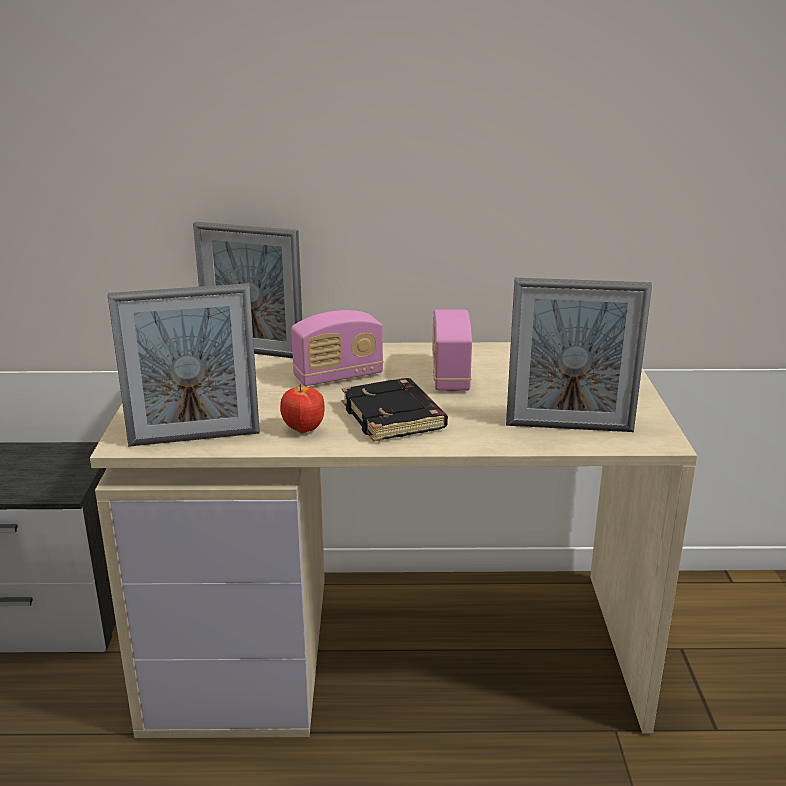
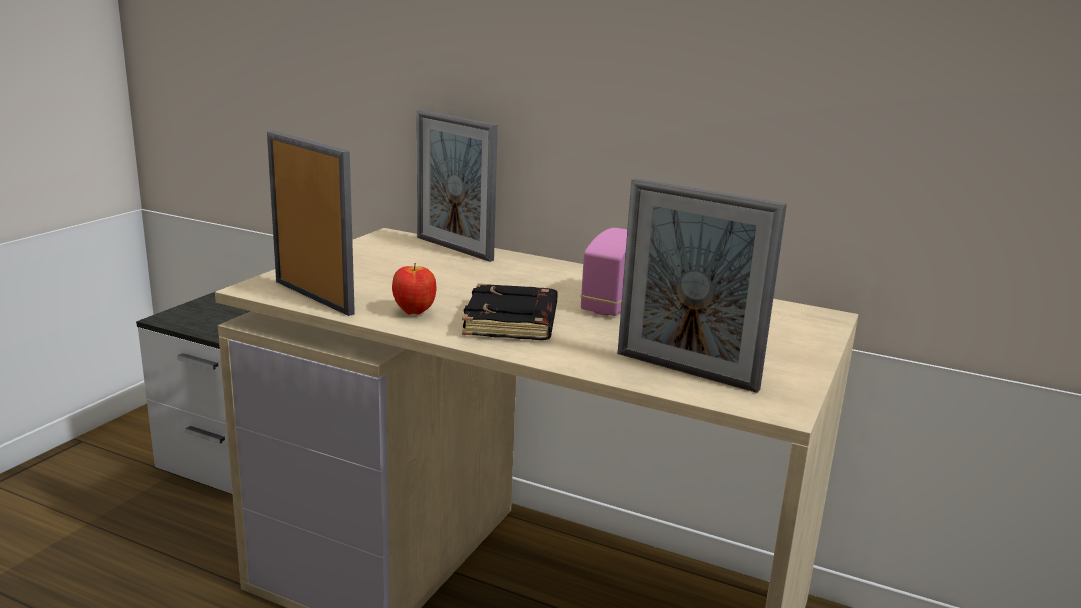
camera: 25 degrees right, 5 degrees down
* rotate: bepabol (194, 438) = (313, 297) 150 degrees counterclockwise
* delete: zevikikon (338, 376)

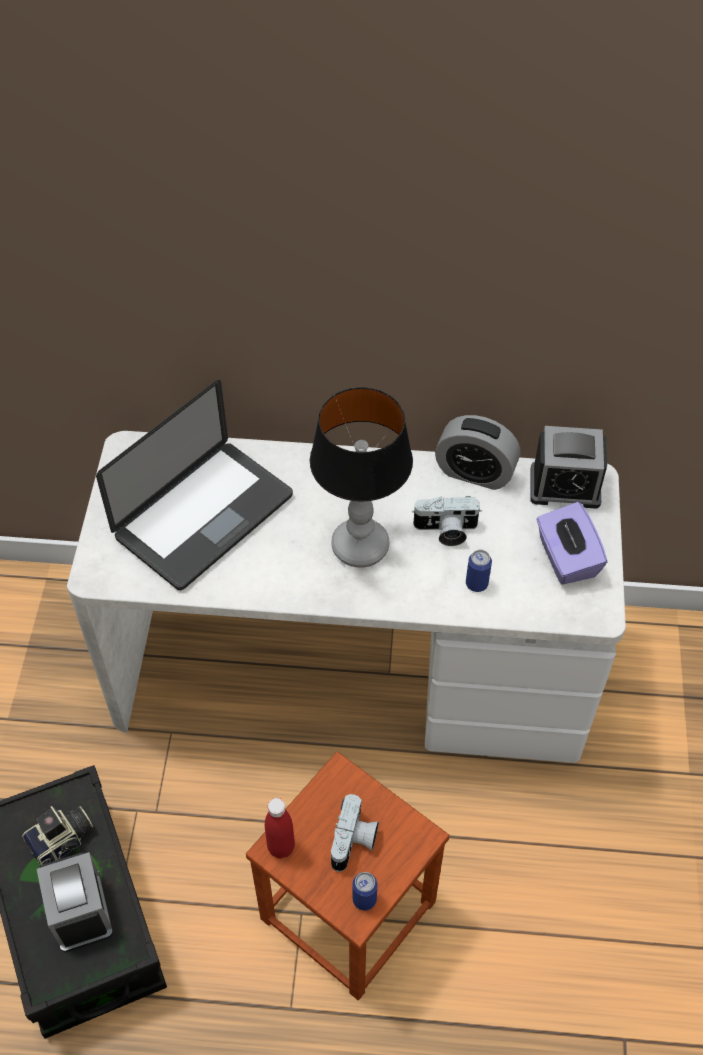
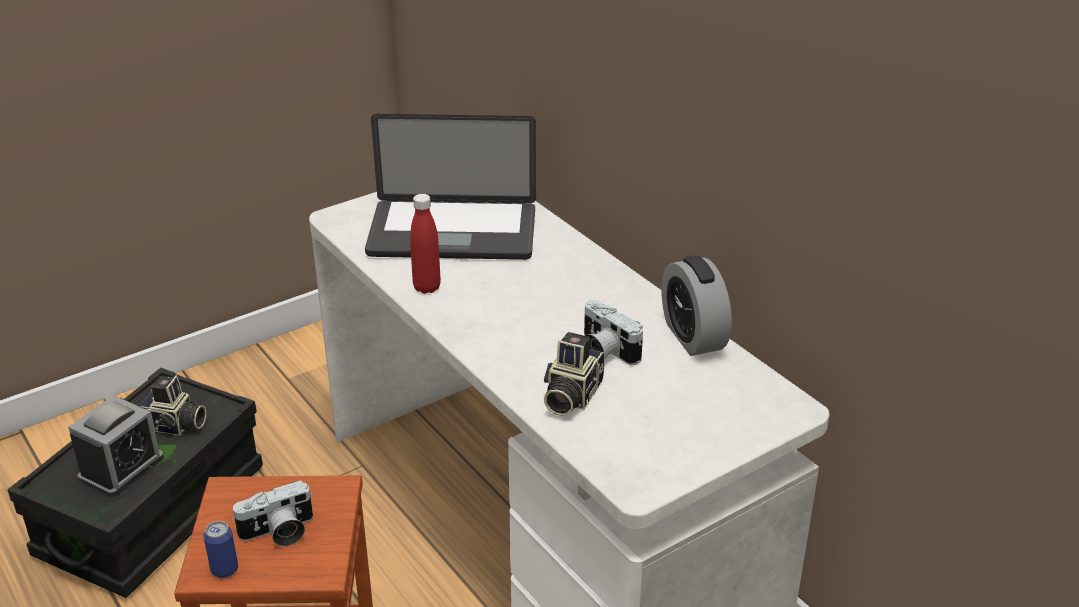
camera: 50 degrees right, 20 degrees down
* move: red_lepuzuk (281, 847) to (427, 287)
* delete: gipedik (359, 546)
* replace: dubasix (476, 584) to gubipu (570, 395)
* delete: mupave (565, 486)
* delete: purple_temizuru (566, 558)

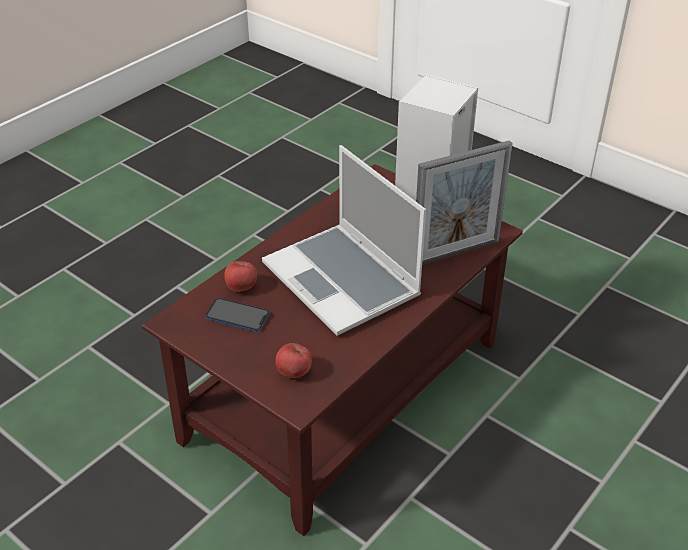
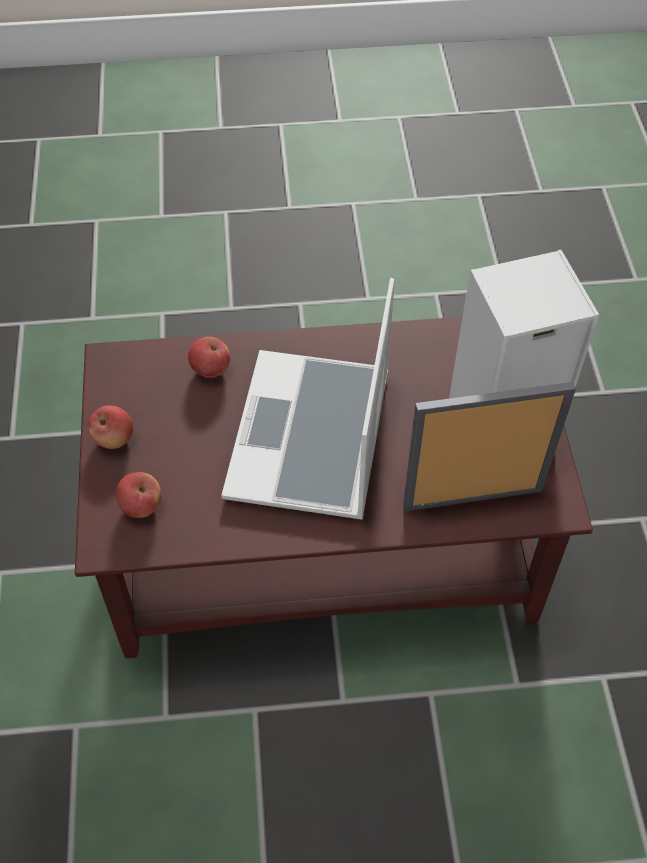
camera: 45 degrees right, 15 degrees up
* delete: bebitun (237, 316)
* rotate: bepabol (456, 252) = (472, 498) 150 degrees clockwise
* insert: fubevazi (114, 439)

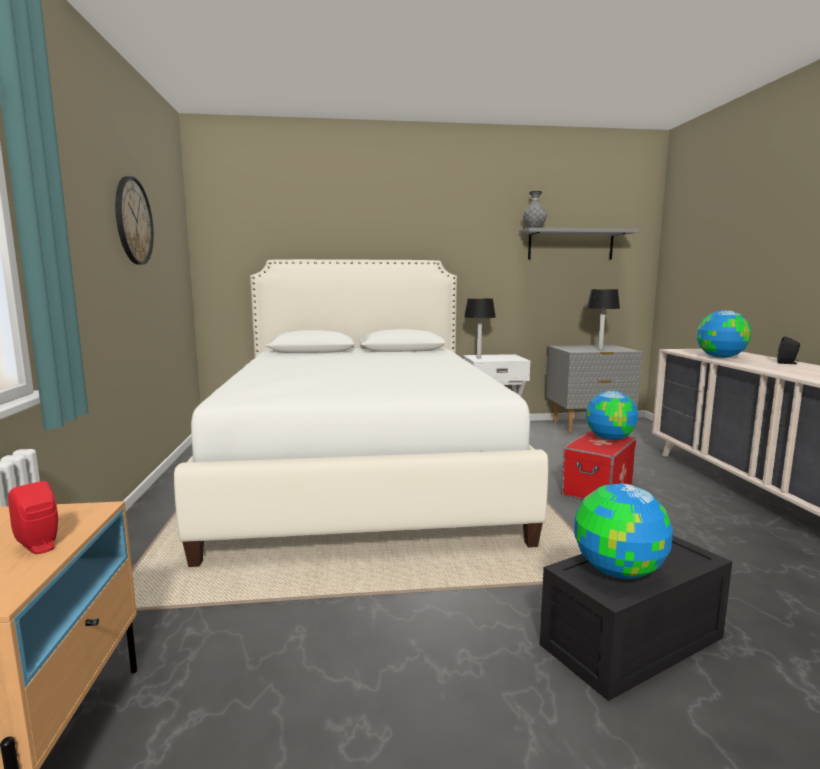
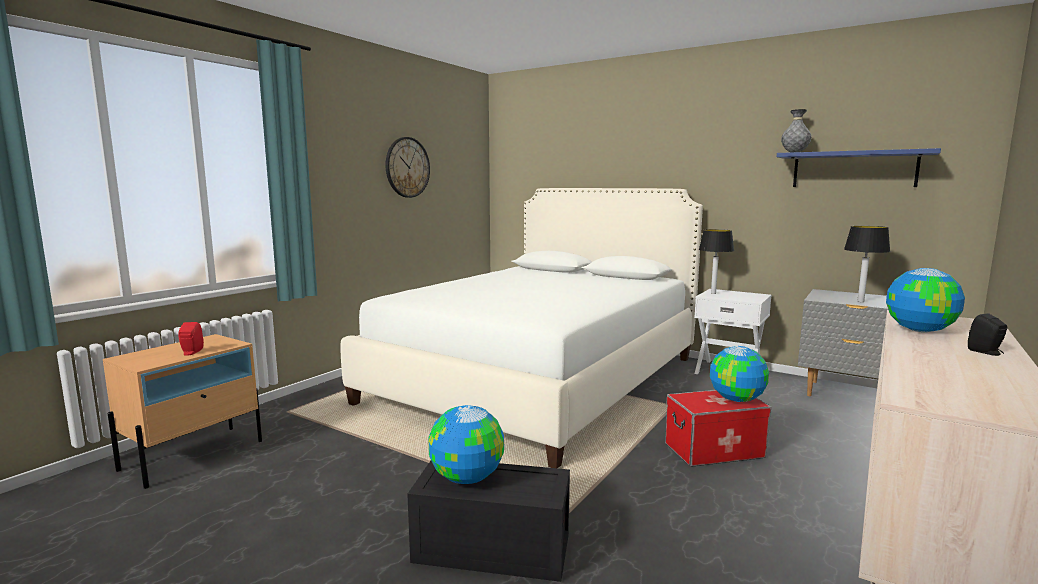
camera: 40 degrees right, 0 degrees up
* recolor: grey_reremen (570, 245) to blue_reremen (853, 169)

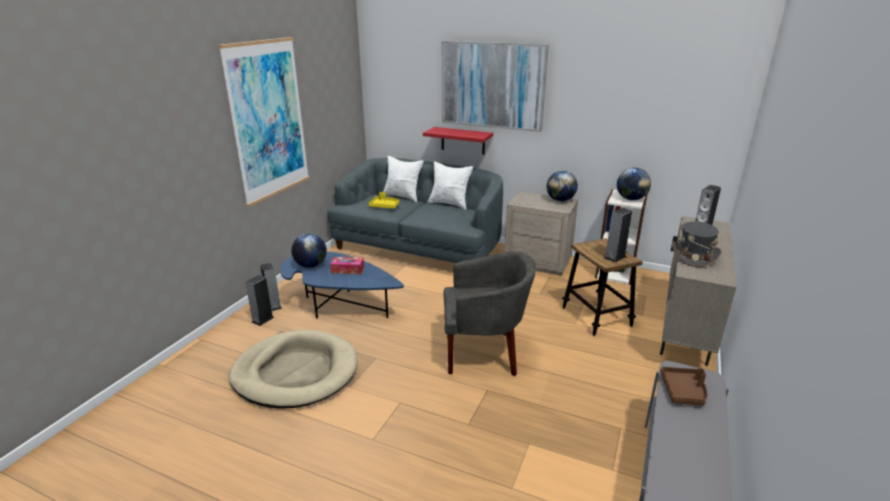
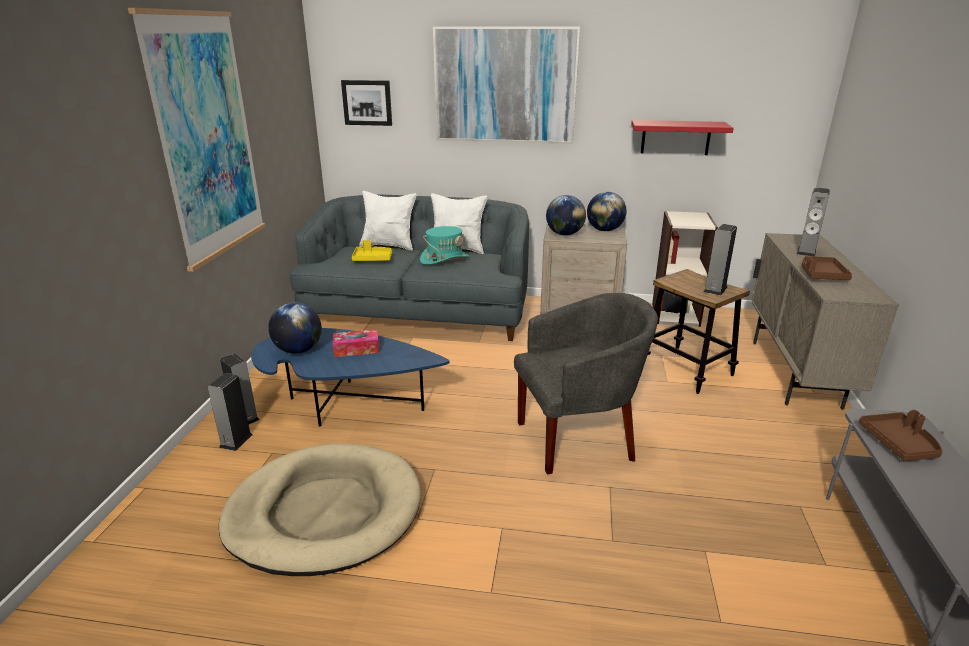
camera: 15 degrees left, 0 degrees up
* move: red_reremen (463, 140) to (675, 137)
* move: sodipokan (631, 199) to (564, 234)
* replace: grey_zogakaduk (694, 256) to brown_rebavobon (821, 275)
* insert: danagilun (367, 102)
* insert: turquoise_zogakaduk (444, 259)

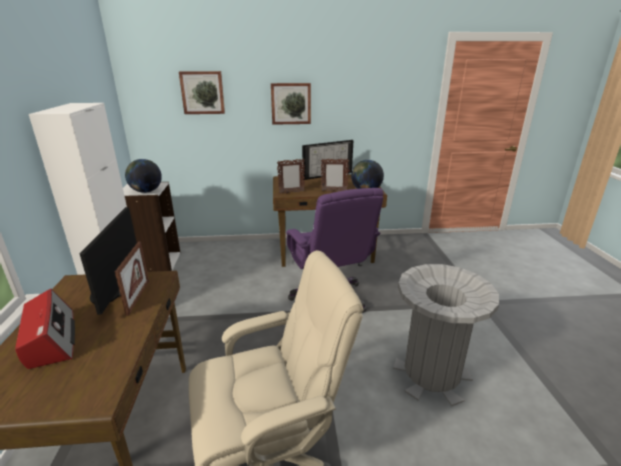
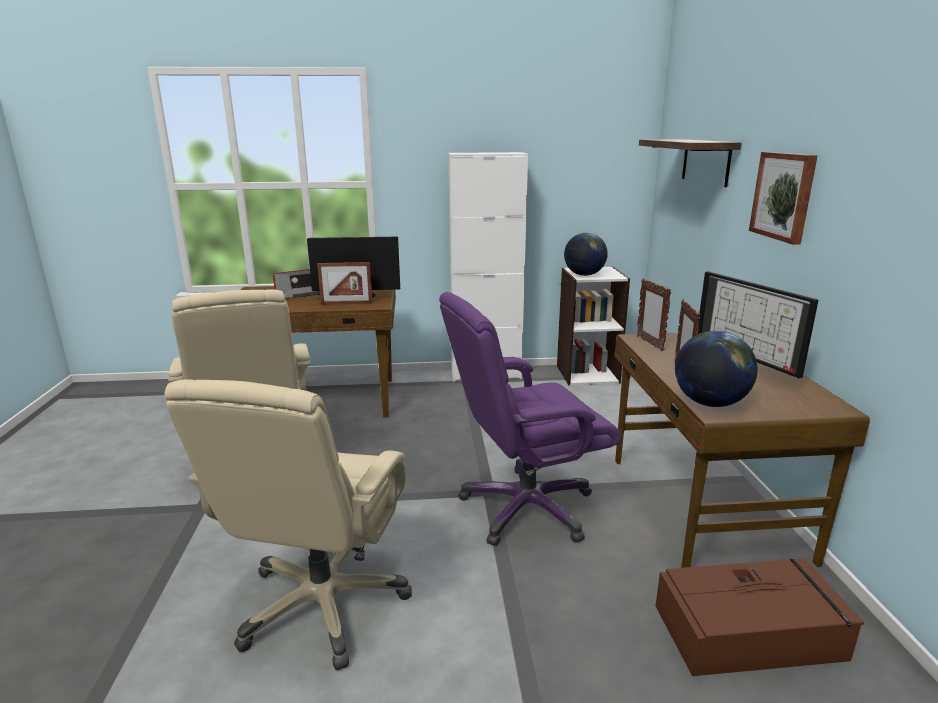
camera: 90 degrees right, 5 degrees down
* replace: danagilun (202, 92) to reremen (706, 161)
* replace: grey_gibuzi (431, 375) to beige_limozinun (323, 604)
* insert: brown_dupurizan (750, 632)

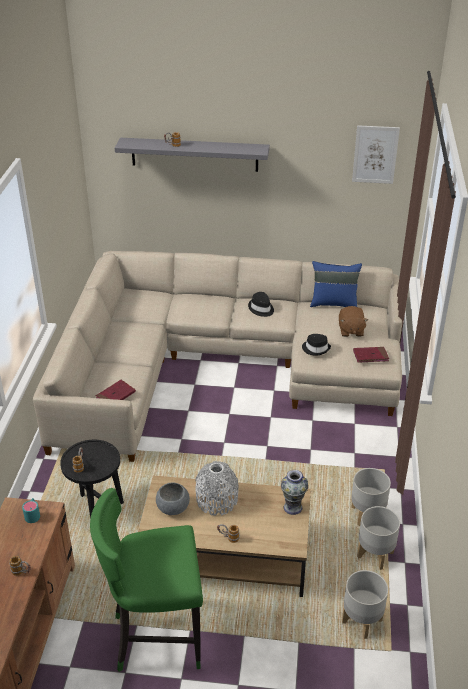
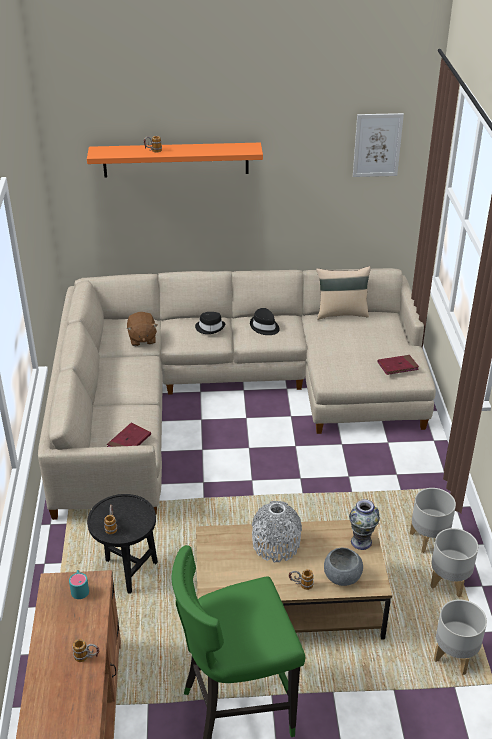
camera: 10 degrees left, 0 degrees up
* recolor: grey_reremen (194, 154) to orange_reremen (176, 160)
* move: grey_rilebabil (172, 507) to (342, 576)
* move: black_zogakaduk (316, 348) to (210, 327)
* recolor: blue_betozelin (333, 303) to beige_betozelin (341, 313)
* move: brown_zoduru (350, 330) to (142, 339)

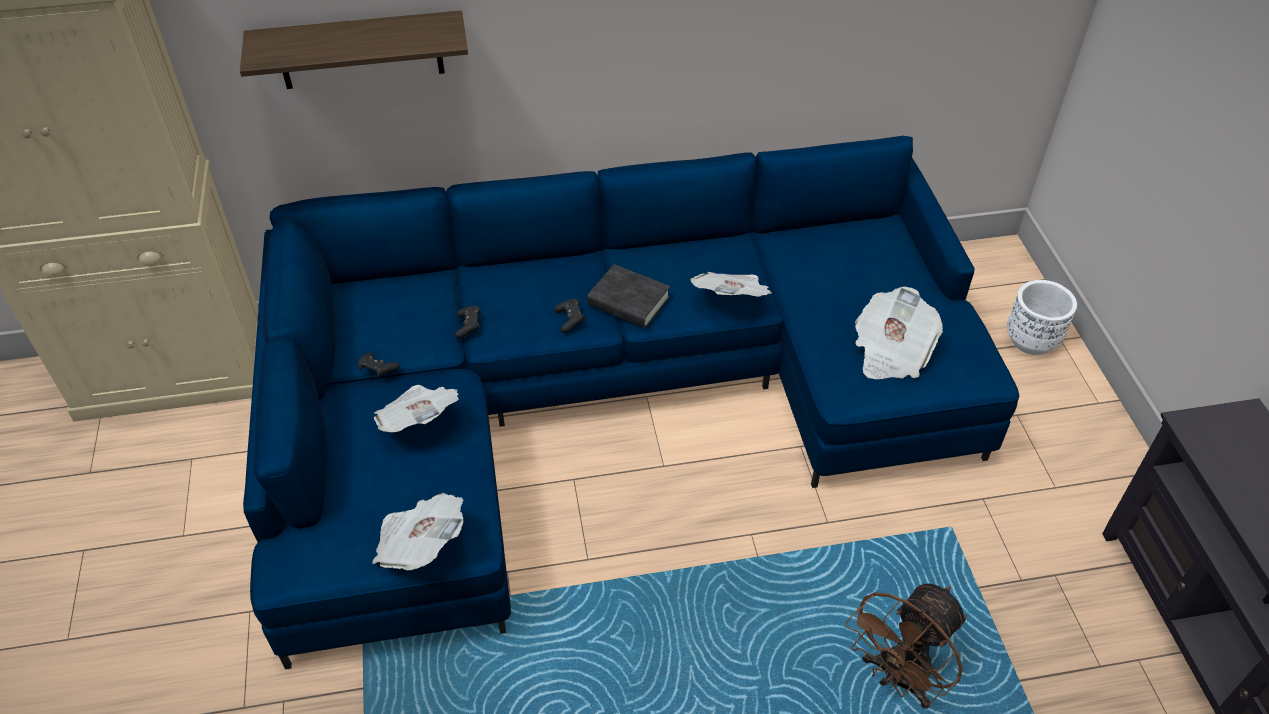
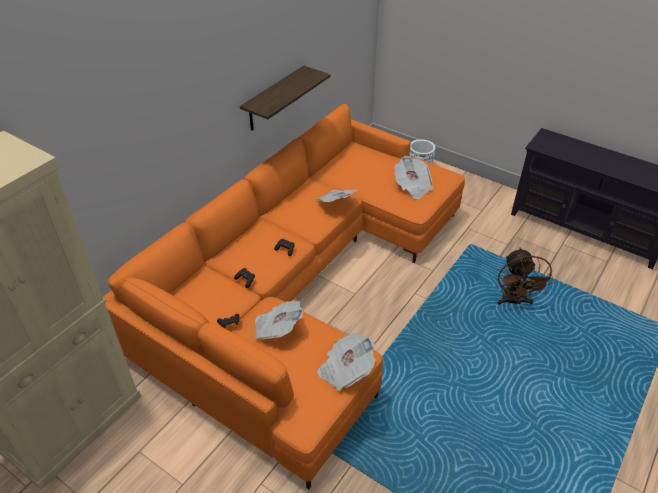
camera: 45 degrees left, 5 degrees down
* move: reremen (360, 50) to (274, 99)
* recolor: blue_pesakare (603, 401) to orange_pesakare (301, 287)
* delete: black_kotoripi (628, 301)

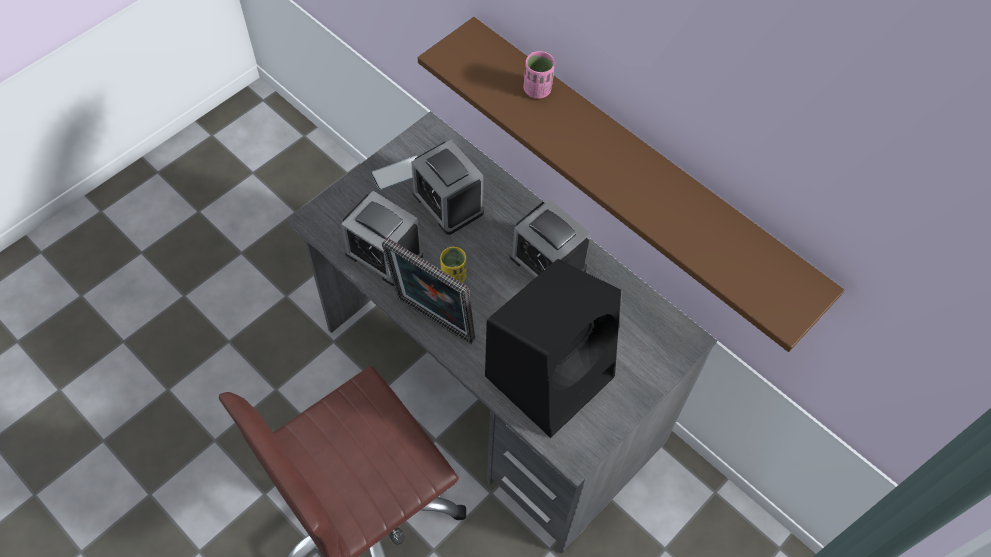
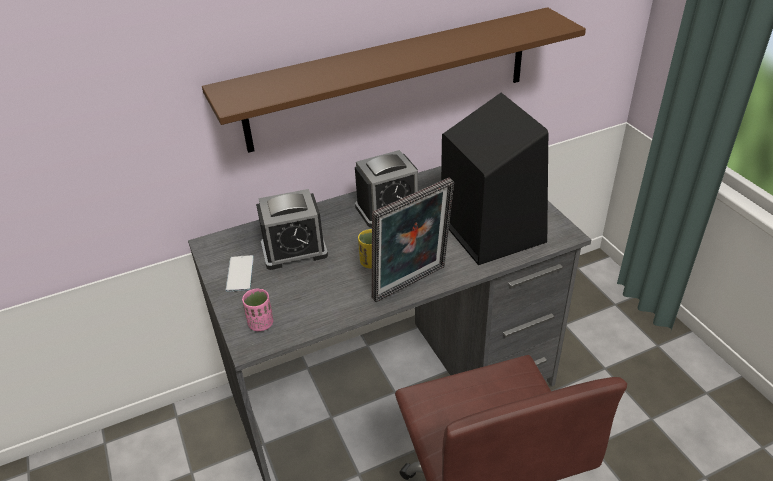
camera: 65 degrees left, 20 degrees down
* delete: mupave (384, 254)
* move: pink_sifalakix (537, 90) to (261, 324)

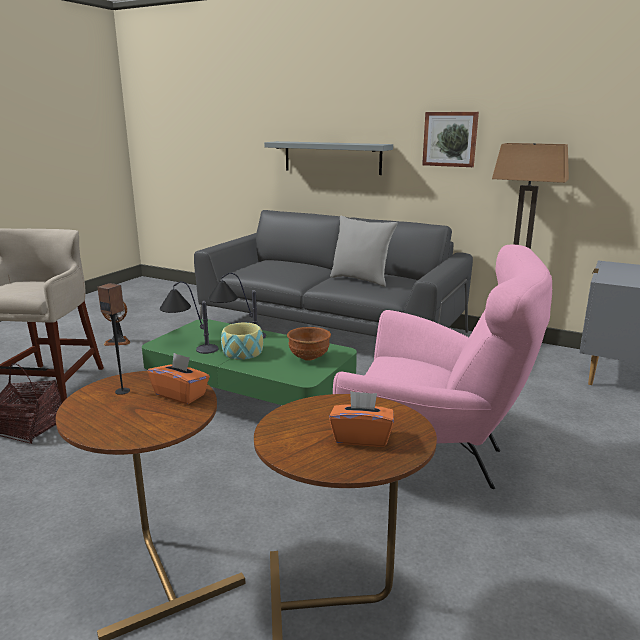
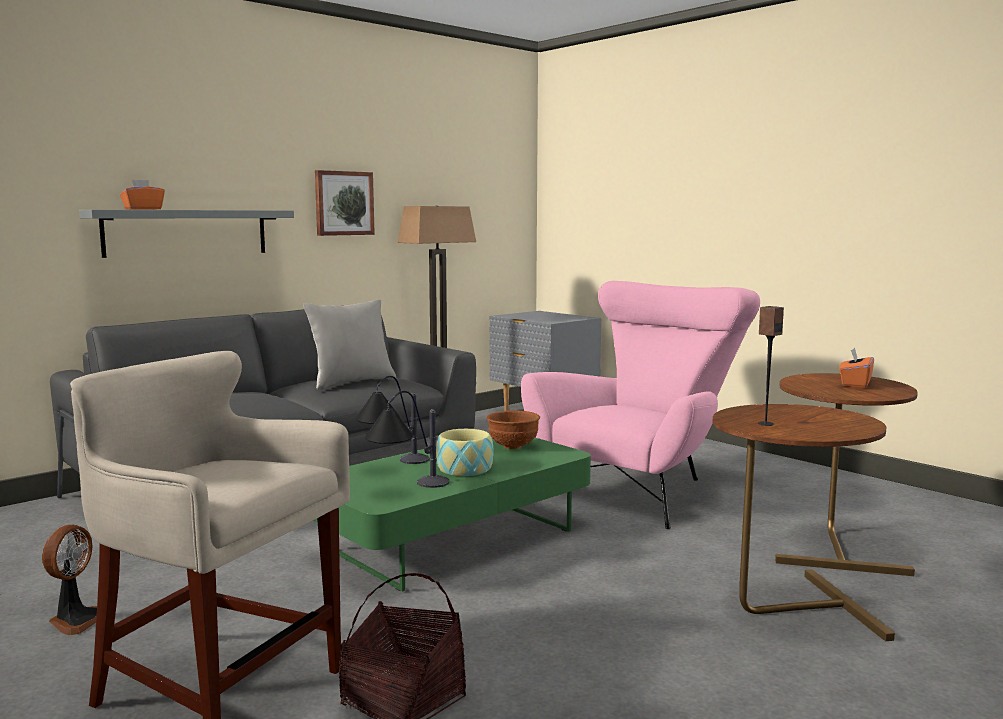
camera: 70 degrees left, 10 degrees down
* move: orange_temizuru (181, 395) to (143, 209)

